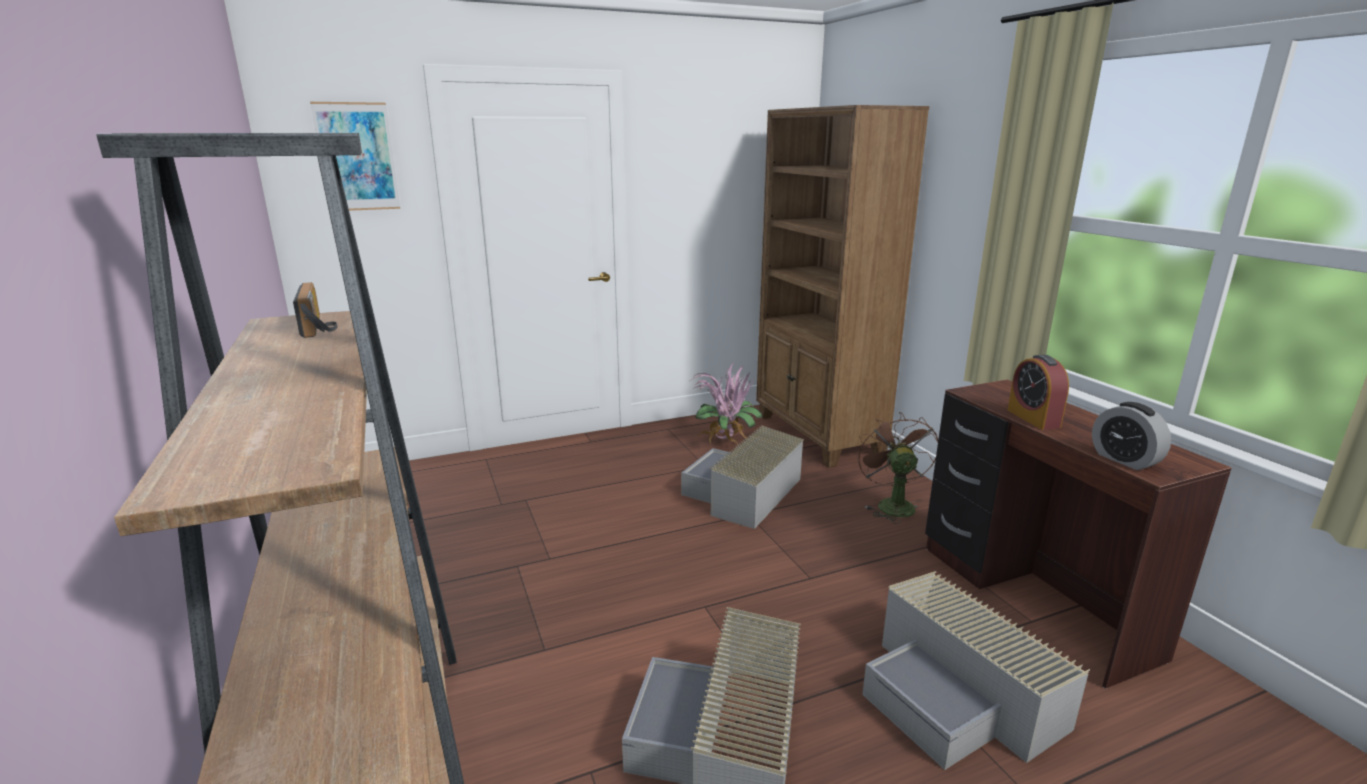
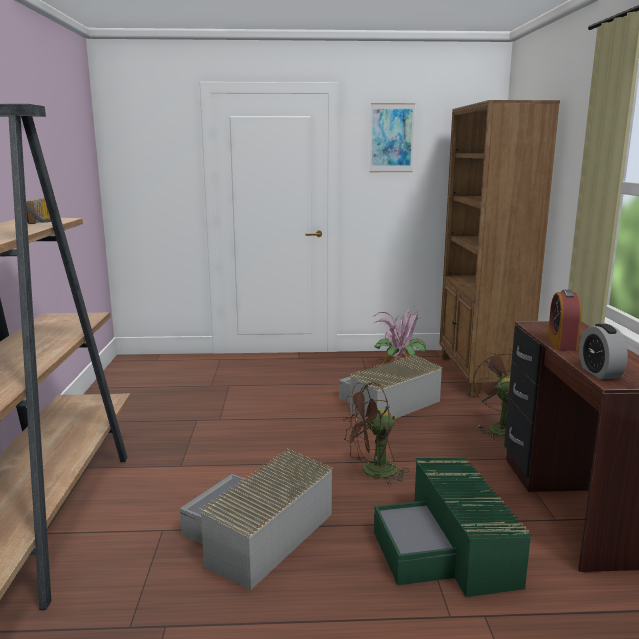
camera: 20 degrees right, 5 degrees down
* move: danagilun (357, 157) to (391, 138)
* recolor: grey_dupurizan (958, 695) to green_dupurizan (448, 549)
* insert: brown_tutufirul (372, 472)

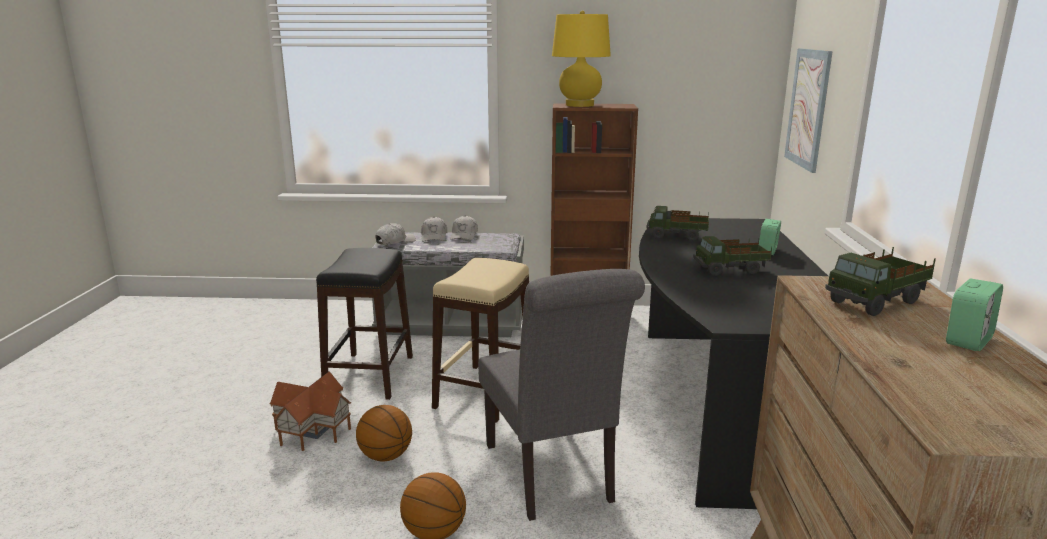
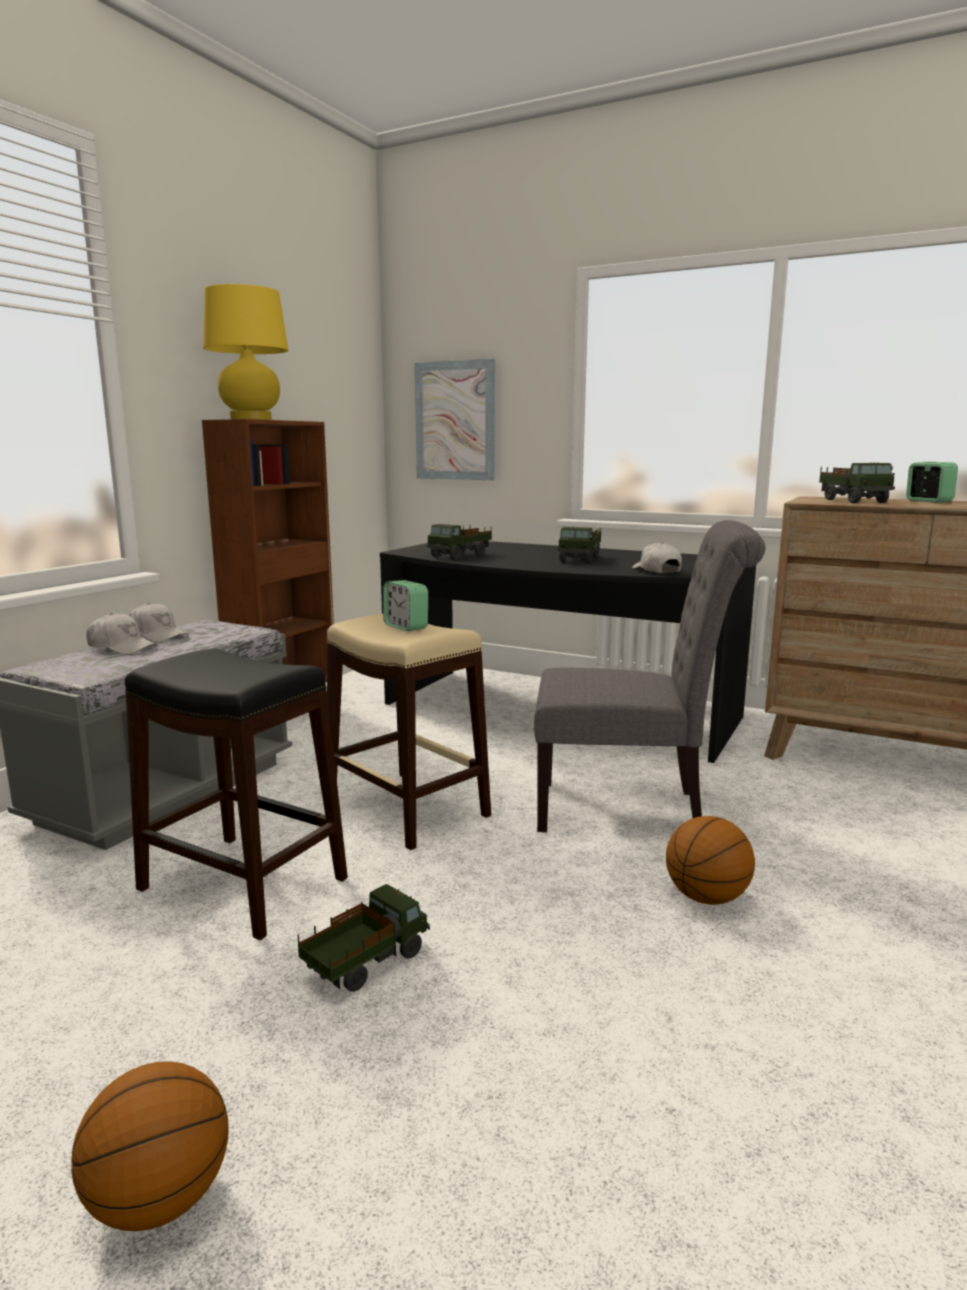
camera: 65 degrees left, 5 degrees down
* replace: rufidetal (313, 428) to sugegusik (366, 963)
* move: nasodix (386, 456) to (160, 1199)
* move: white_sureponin (395, 241) to (656, 571)
* move: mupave (767, 251) to (406, 627)

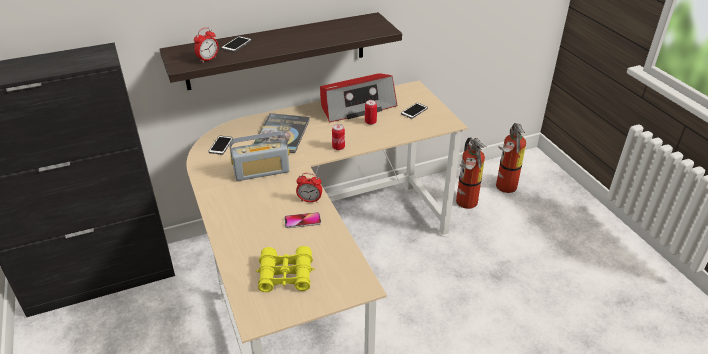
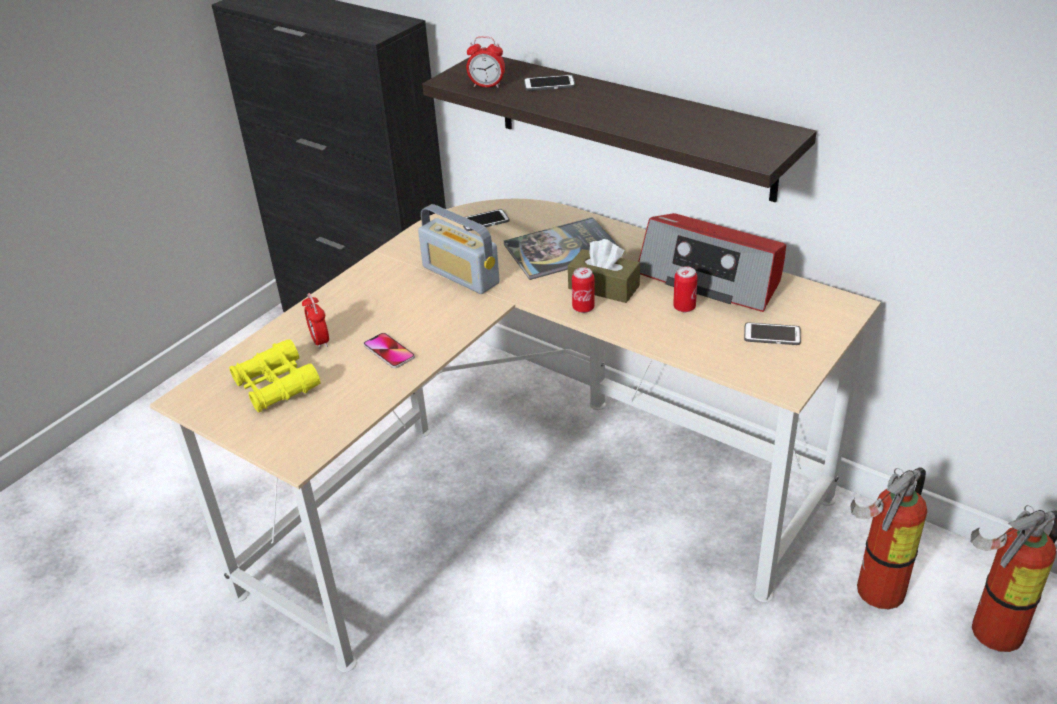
camera: 60 degrees right, 0 degrees up
* move: mupave (309, 200) to (320, 341)
* insert: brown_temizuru (603, 287)

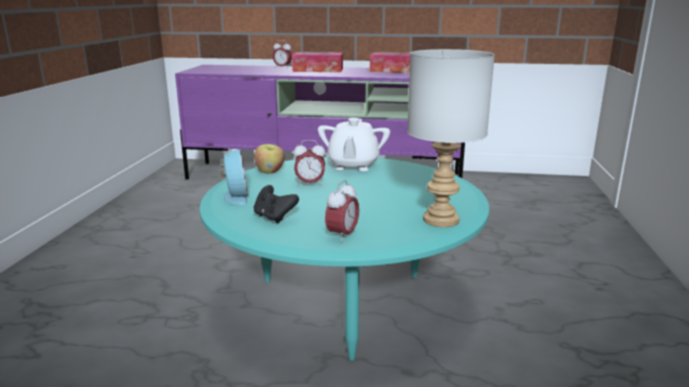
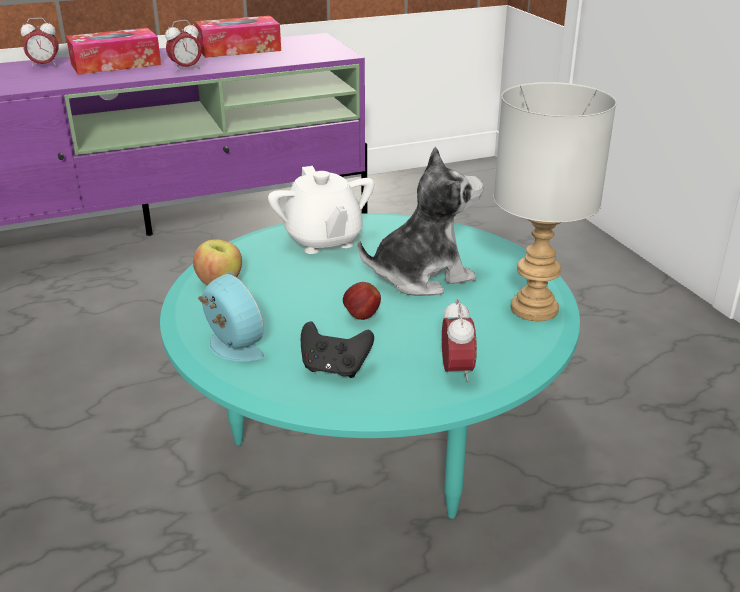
camera: 30 degrees left, 10 degrees up
* move: mupave (310, 184) to (186, 69)
* insert: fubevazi (361, 316)
* insert: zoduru (421, 276)

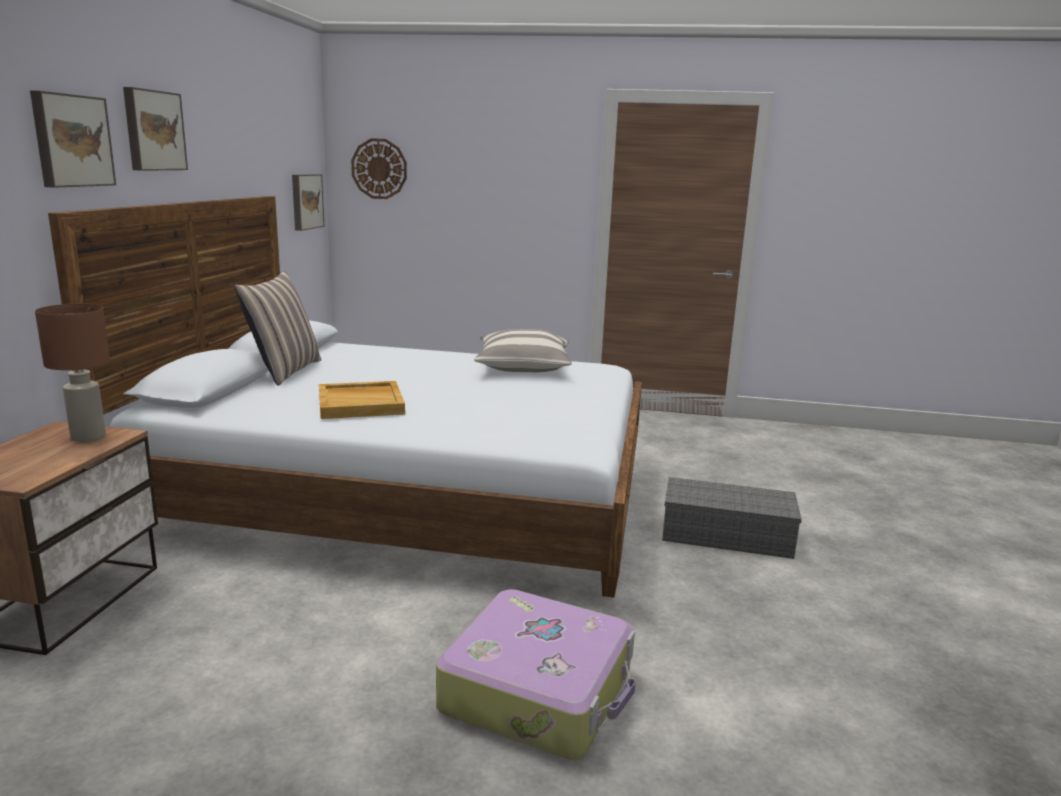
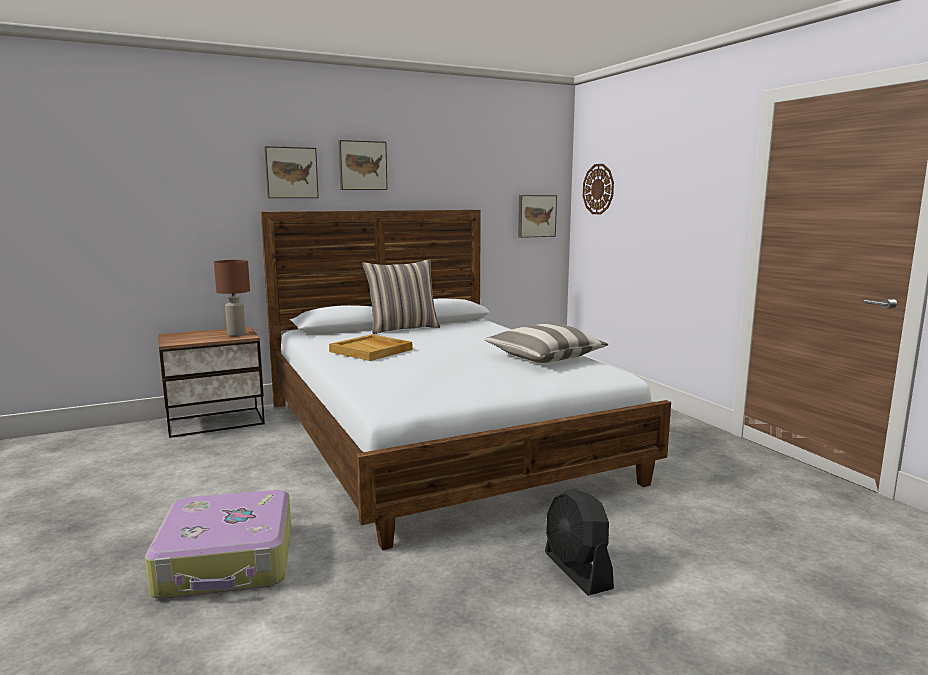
camera: 55 degrees right, 5 degrees down
* replace: grey_dupurizan (728, 534) to black_tutufirul (577, 571)

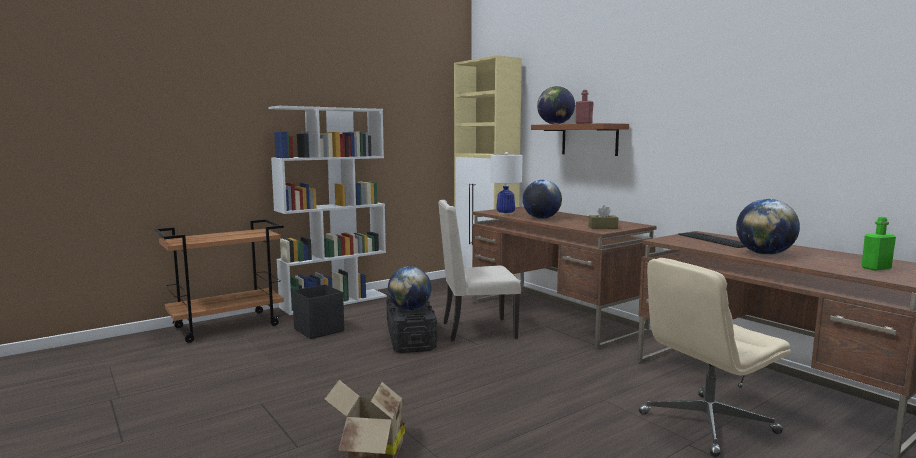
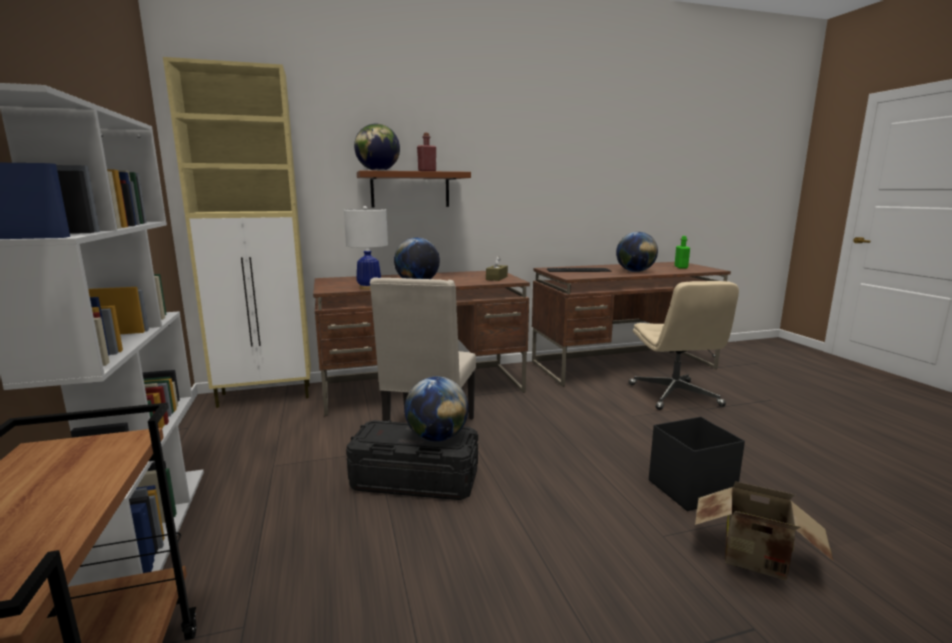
camera: 70 degrees left, 5 degrees up
* move: black_dupurizan (319, 330) to (689, 489)

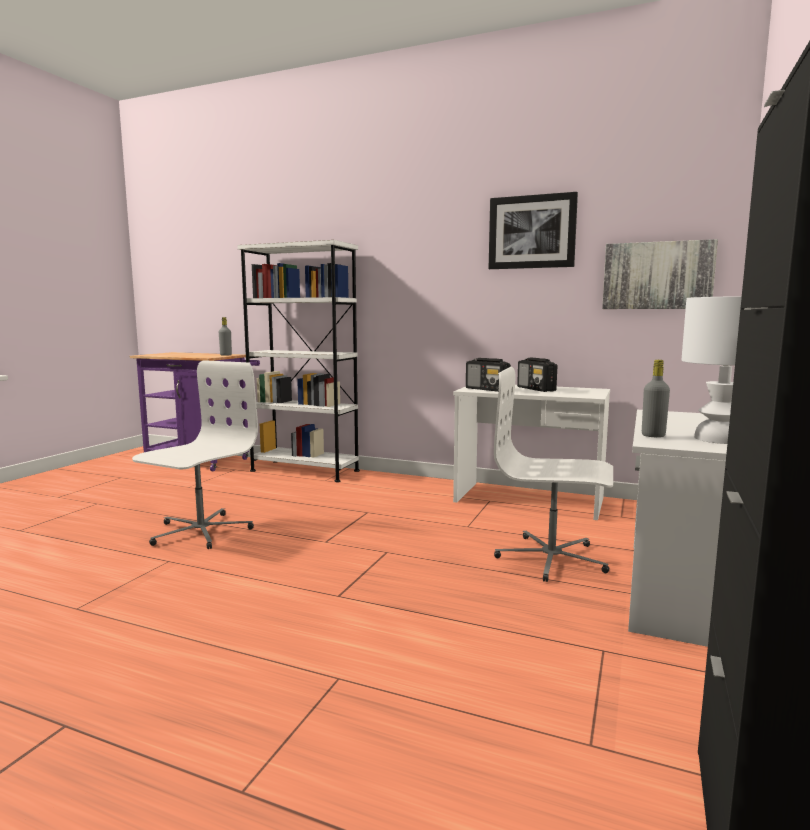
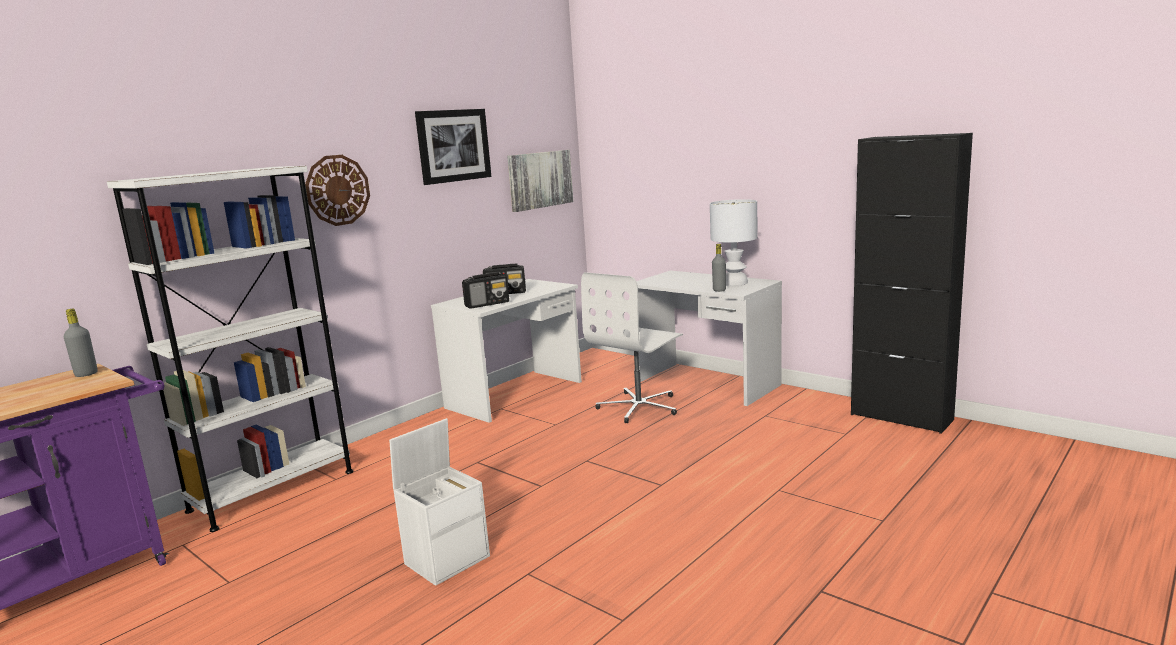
camera: 70 degrees left, 5 degrees up
* replace: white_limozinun (200, 531) to white_dupurizan (448, 559)
* insert: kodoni (337, 190)

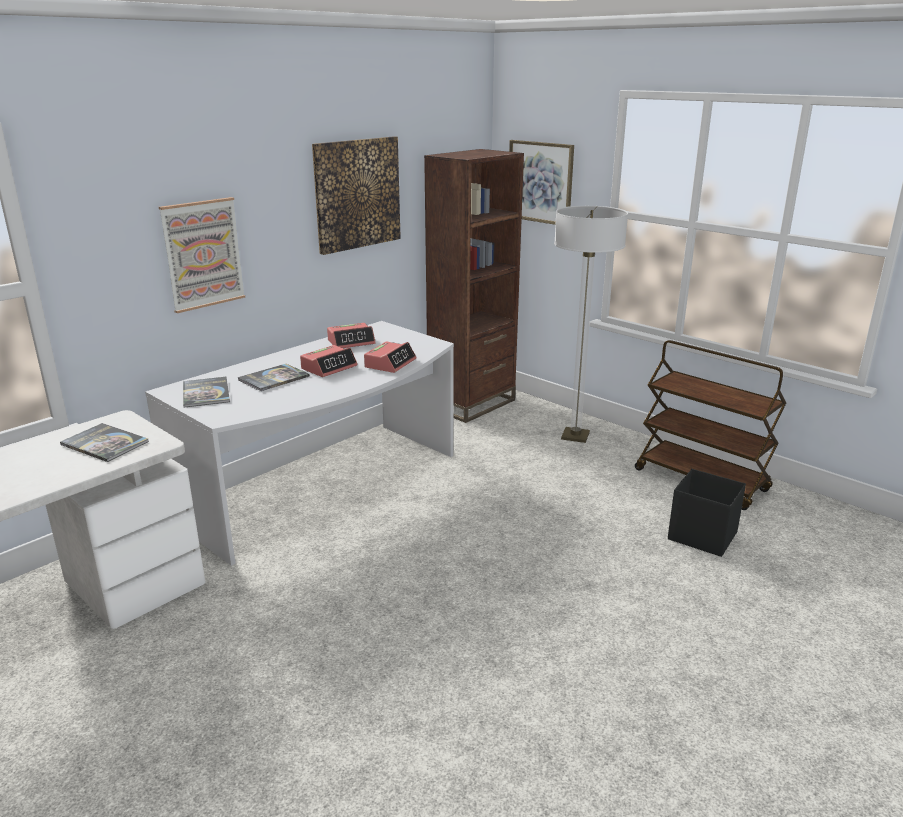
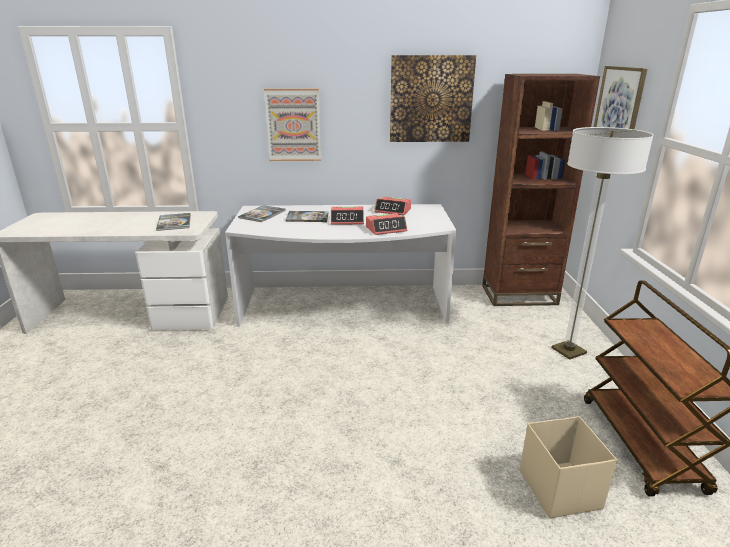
camera: 45 degrees right, 0 degrees up
* recolor: black_dupurizan (701, 535) to beige_dupurizan (559, 488)

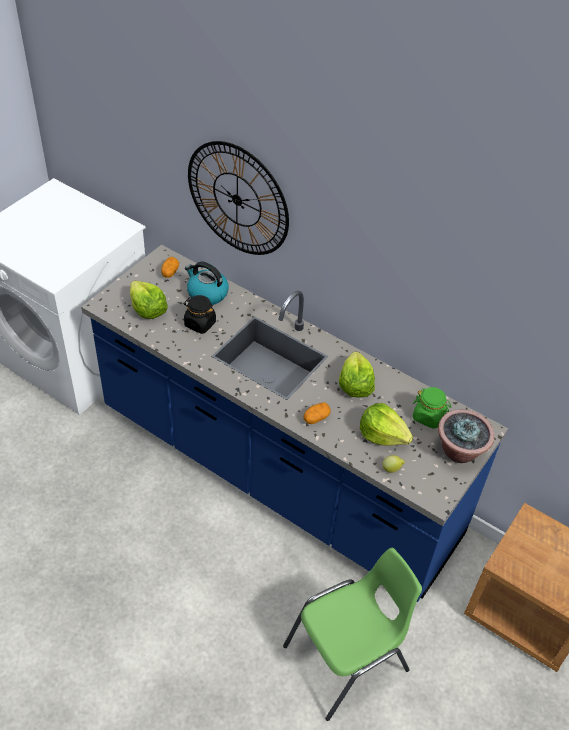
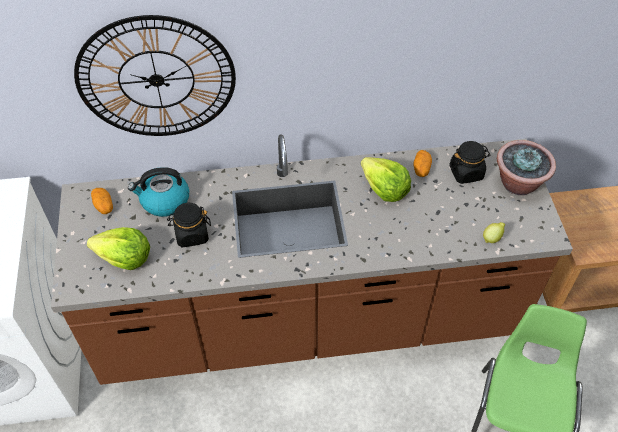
camera: 40 degrees left, 5 degrees up
* recolor: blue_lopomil (277, 474) to brown_lopomil (309, 321)
* move: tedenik (316, 418) to (421, 168)
* delete: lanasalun (382, 435)
* recolor: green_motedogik (428, 416) to black_motedogik (466, 172)

